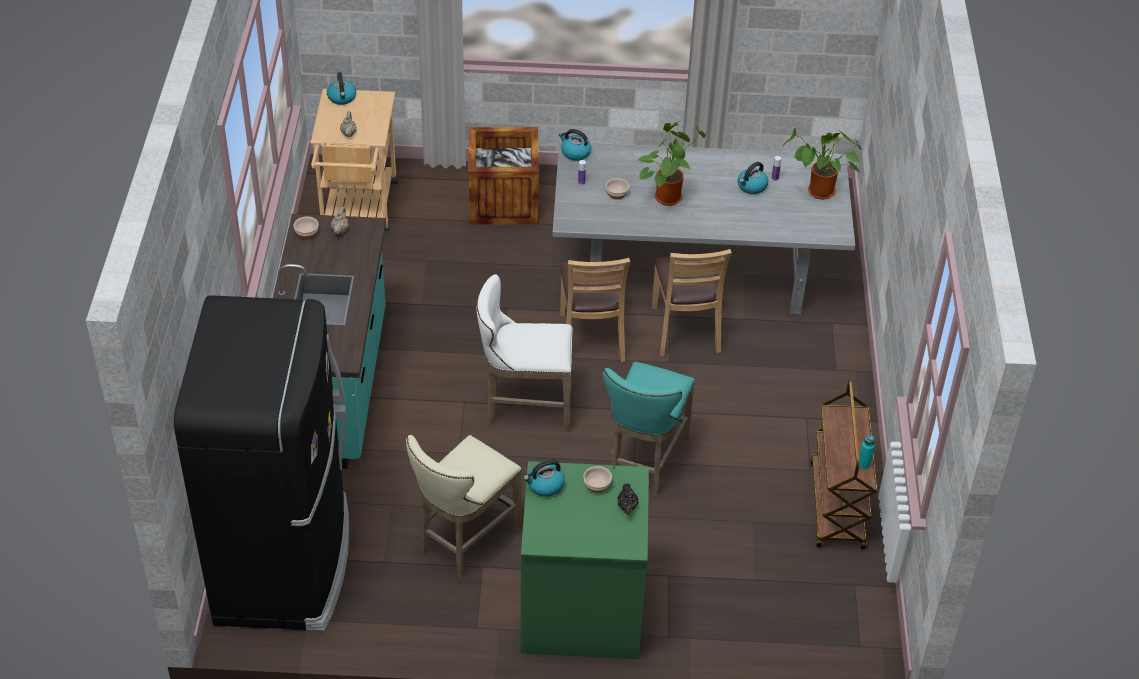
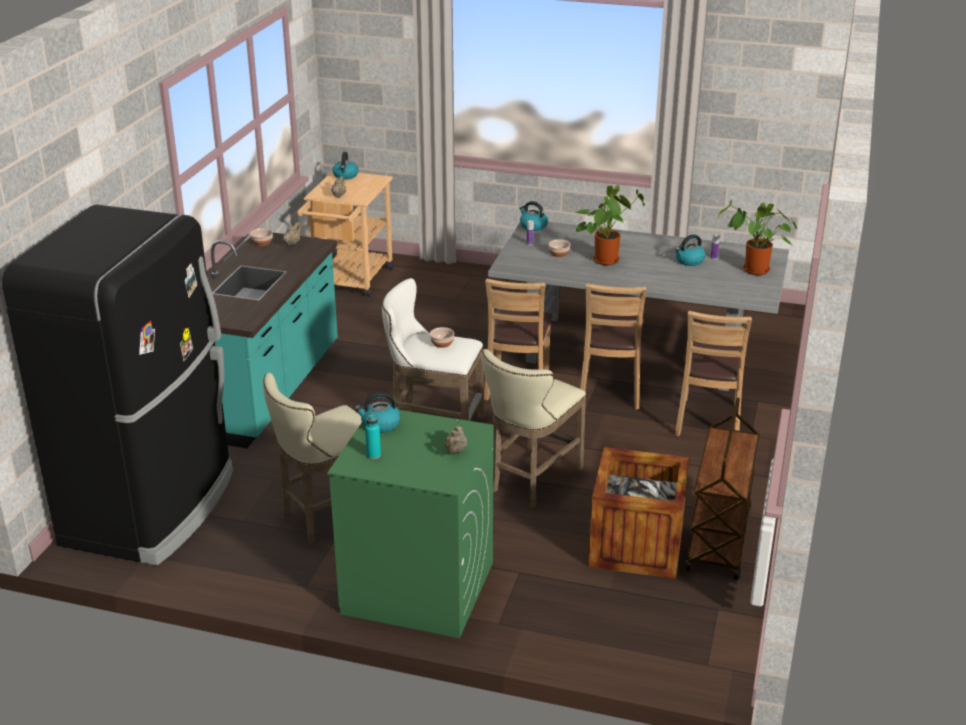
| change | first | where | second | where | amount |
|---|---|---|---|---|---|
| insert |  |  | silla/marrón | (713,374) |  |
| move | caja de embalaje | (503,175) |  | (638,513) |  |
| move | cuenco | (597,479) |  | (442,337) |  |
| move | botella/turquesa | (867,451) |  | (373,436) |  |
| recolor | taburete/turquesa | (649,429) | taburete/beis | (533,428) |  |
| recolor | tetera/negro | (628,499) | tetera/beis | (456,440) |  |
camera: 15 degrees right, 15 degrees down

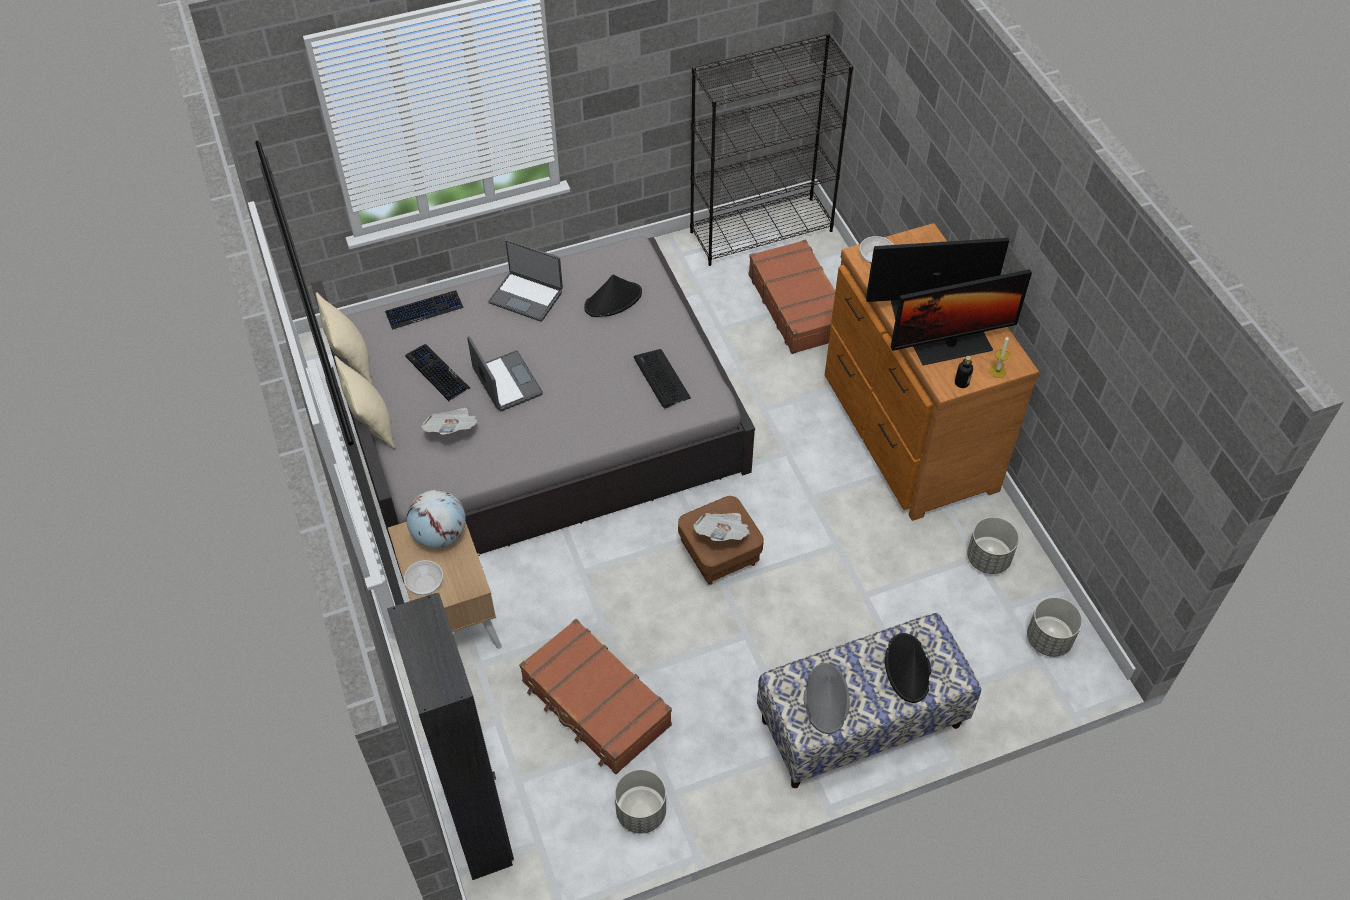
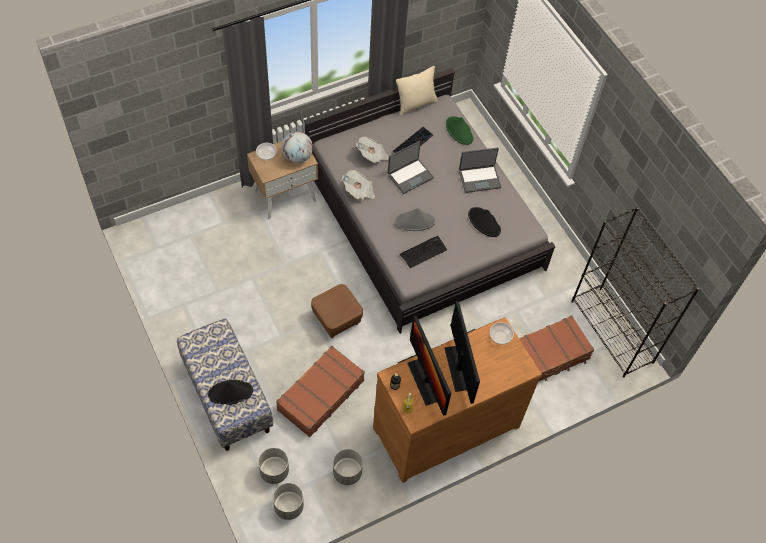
| change | first | where | second | where | amount |
|---|---|---|---|---|---|
| delete | cojín/beis | (364,402) |  |  |  |
| delete | armario ropero/negro | (450,736) |  |  |  |
| move | maleta/marrón | (595,696) |  | (320,391) |  |
| move | maceta/gris | (640,801) |  | (273,466) |  |
| move | periódico | (721,527) |  | (358,185) |  |
| move | sombrero/gris | (827,698) |  | (415,219) |  |
| replace | teclado | (424,310) | sombrero/verde | (460,130) |  |
| rotate | portátil | (525,280) |  | (480,170) | 120 degrees counterclockwise |
camera: 80 degrees right, 5 degrees up

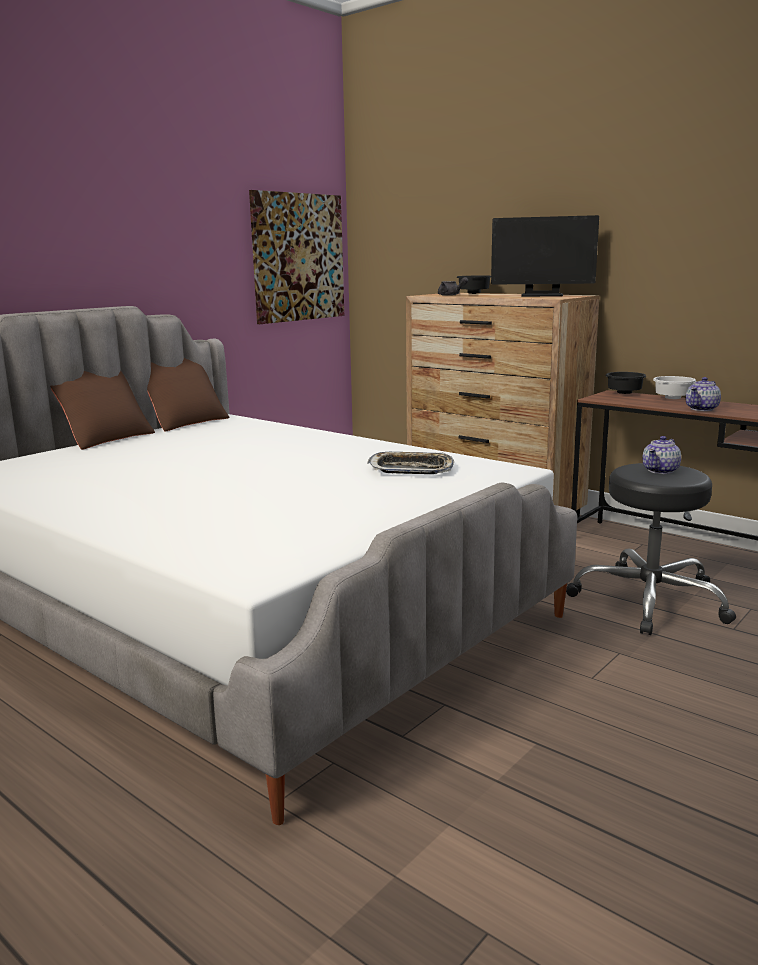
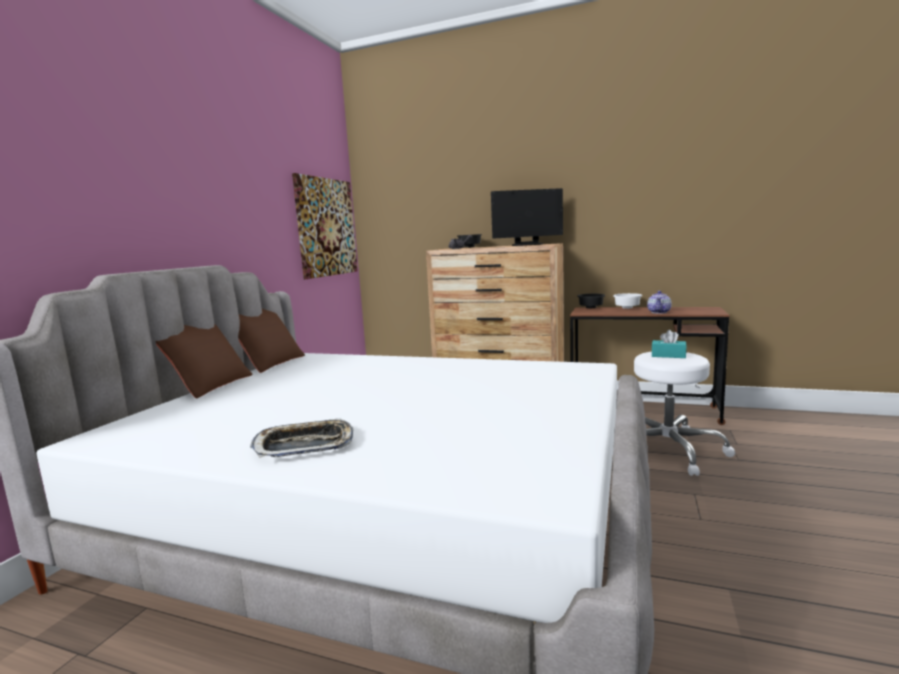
| change | first | where | second | where | amount |
|---|---|---|---|---|---|
| move | bandeja | (410,463) |  | (301,438) |  |
| replace | tetera | (661,455) | caja de pañuelos/turquesa | (669,344) |  |
| recolor | taburete/negro | (651,549) | taburete/blanco | (674,414) |  |
camera: 20 degrees left, 5 degrees down

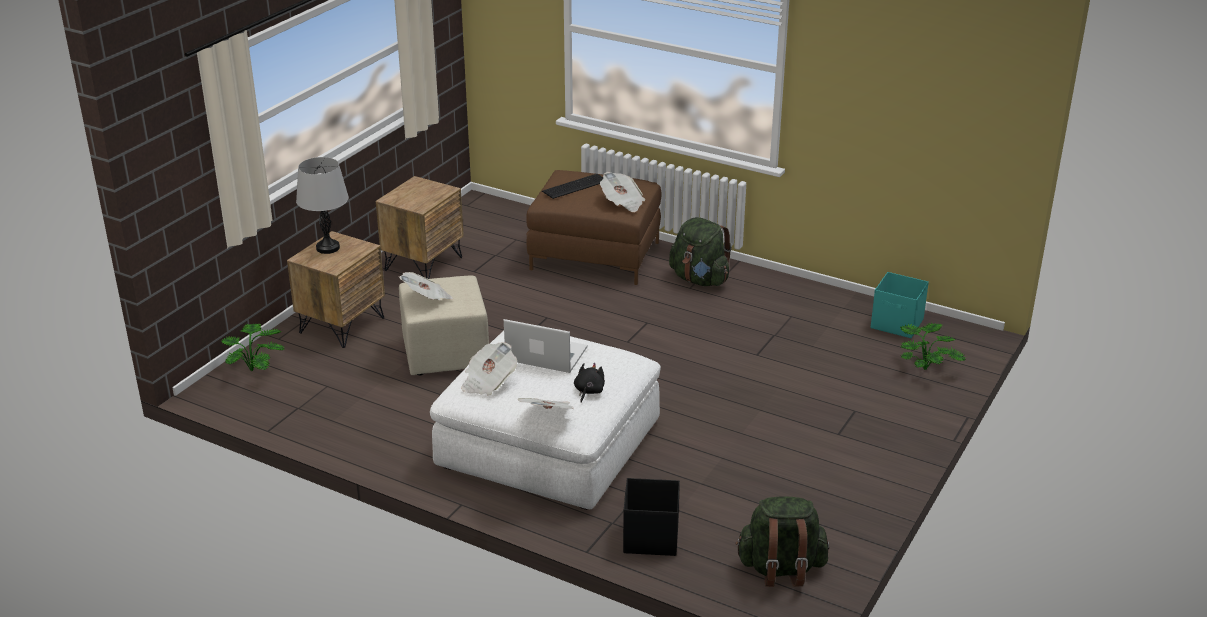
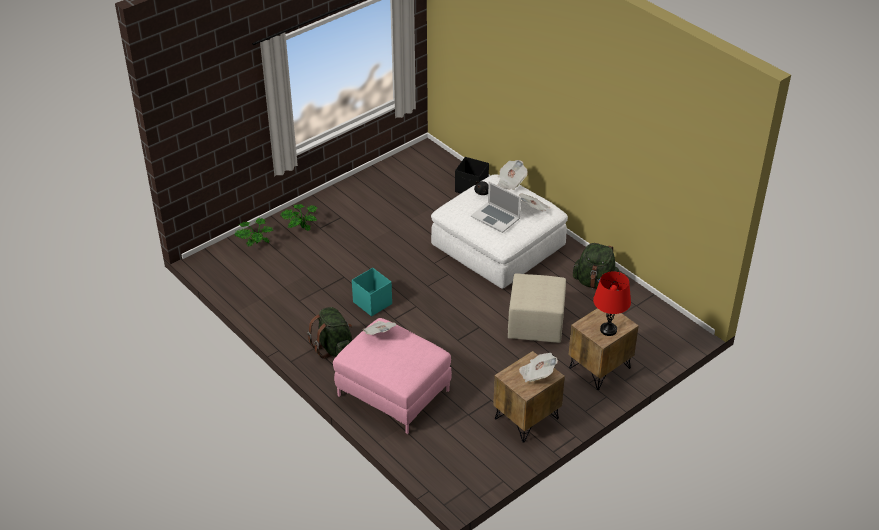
| change | first | where | second | where | amount |
|---|---|---|---|---|---|
| delete | teclado | (572,186) |  |  |  |
| move | planta en maceta | (253,347) |  | (298,217) |  |
| move | periódico | (426,286) |  | (538,367) |  |
| move | mochila/verde | (782,541) |  | (596,266) |  |
| move | caja de almacenaje/turquesa | (900,305) |  | (372,292) |  |
| recolor | lámpara de mesa/gris | (322,205) | lámpara de mesa/rojo | (612,303) |  |
| recolor | puf/marrón | (593,227) | puf/rosa | (392,376) |  |
camera: 160 degrees left, 10 degrees up

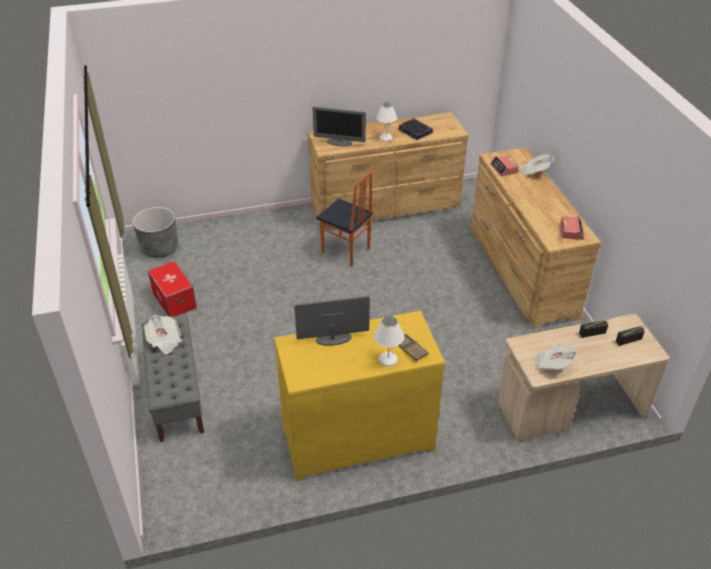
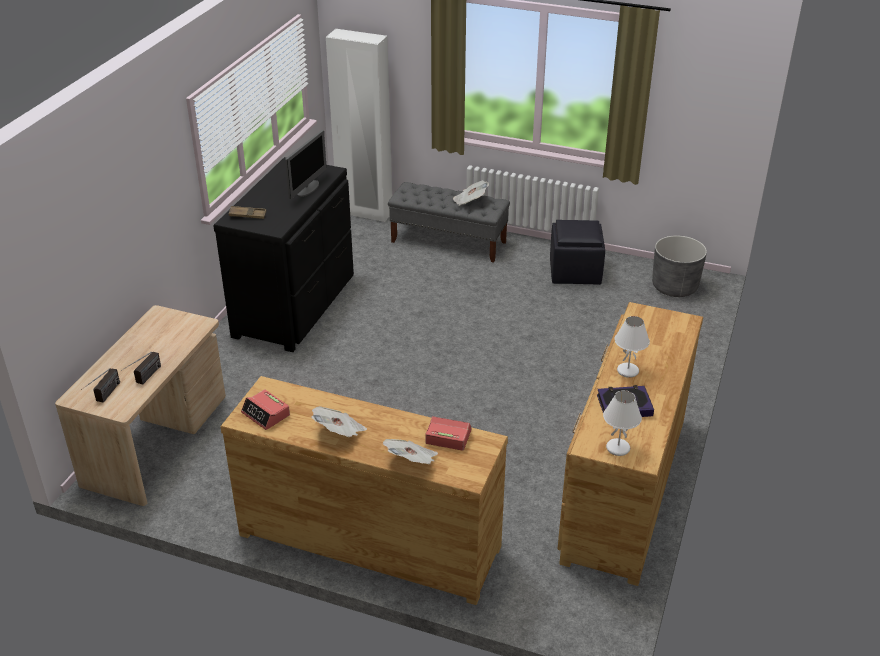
| change | first | where | second | where | amount |
|---|---|---|---|---|---|
| delete | monitor | (339,126) |  |  |  |
| delete | silla | (344,219) |  |  |  |
| insert |  |  | armario ropero/blanco | (359,125) |  |
| move | lámpara de mesa/blanco | (389,341) |  | (622,423) |  |
| move | periódico | (555,357) |  | (339,421) |  |
| replace | caja de almacenaje | (172,289) | puf/negro | (577,252) |  |
| recolor | cómoda/amarillo | (359,396) | cómoda/negro | (283,254) |  |
camera: 125 degrees right, 5 degrees down

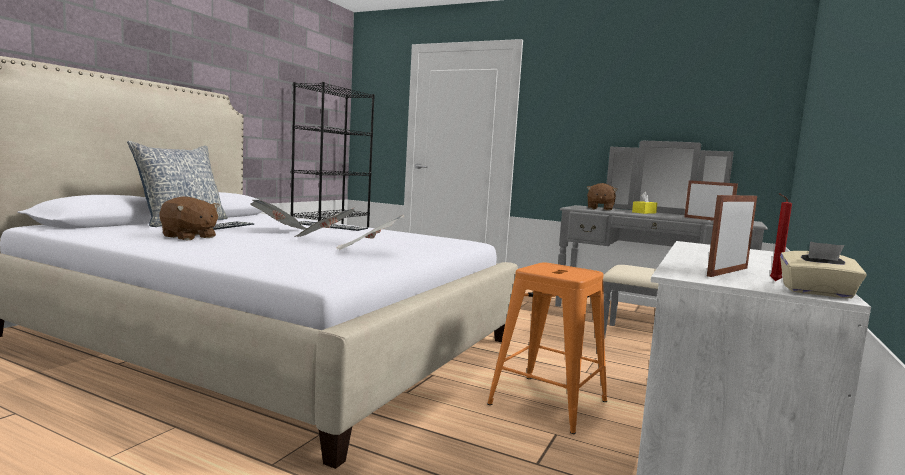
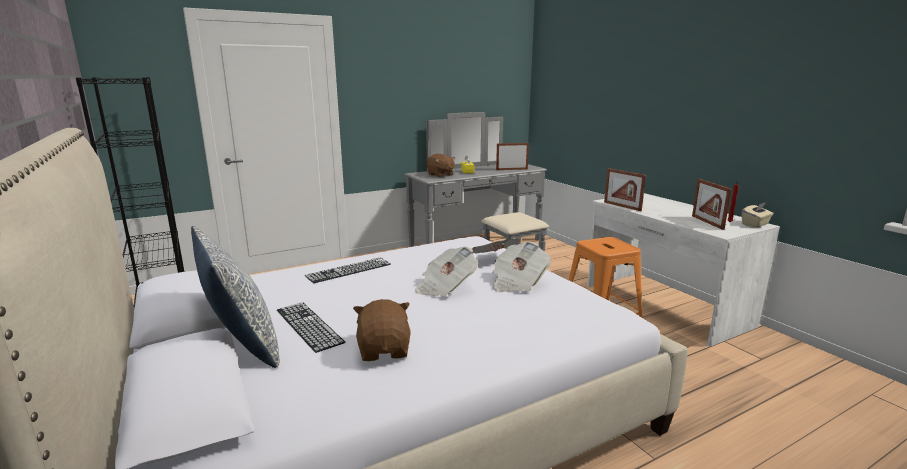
| change | first | where | second | where | amount |
|---|---|---|---|---|---|
| insert |  |  | portarretratos | (625,189) |  |
| move | periódico | (278,215) |  | (496,246) |  |
| rotate | peluche/marrón | (189,218) |  | (382,330) | 75 degrees counterclockwise |
camera: 55 degrees left, 10 degrees up

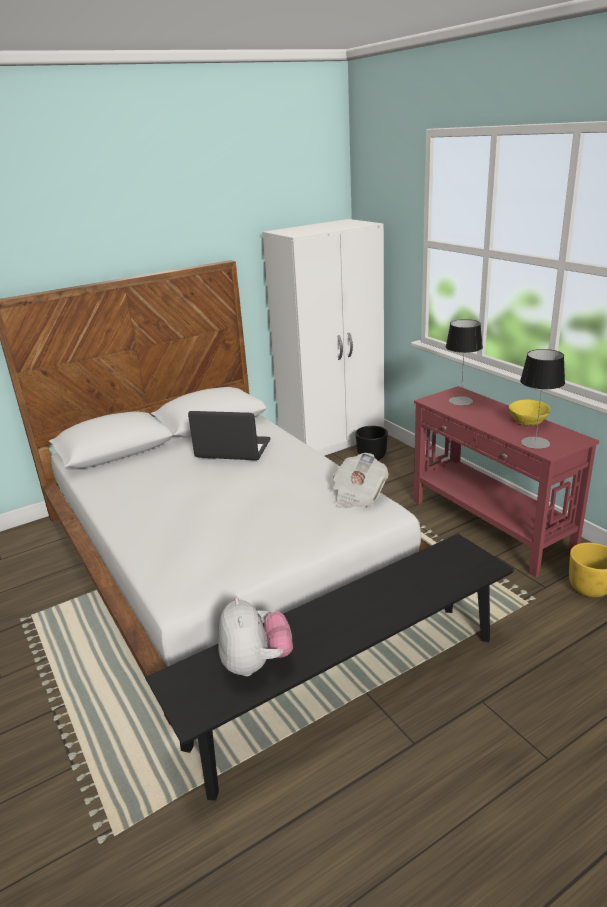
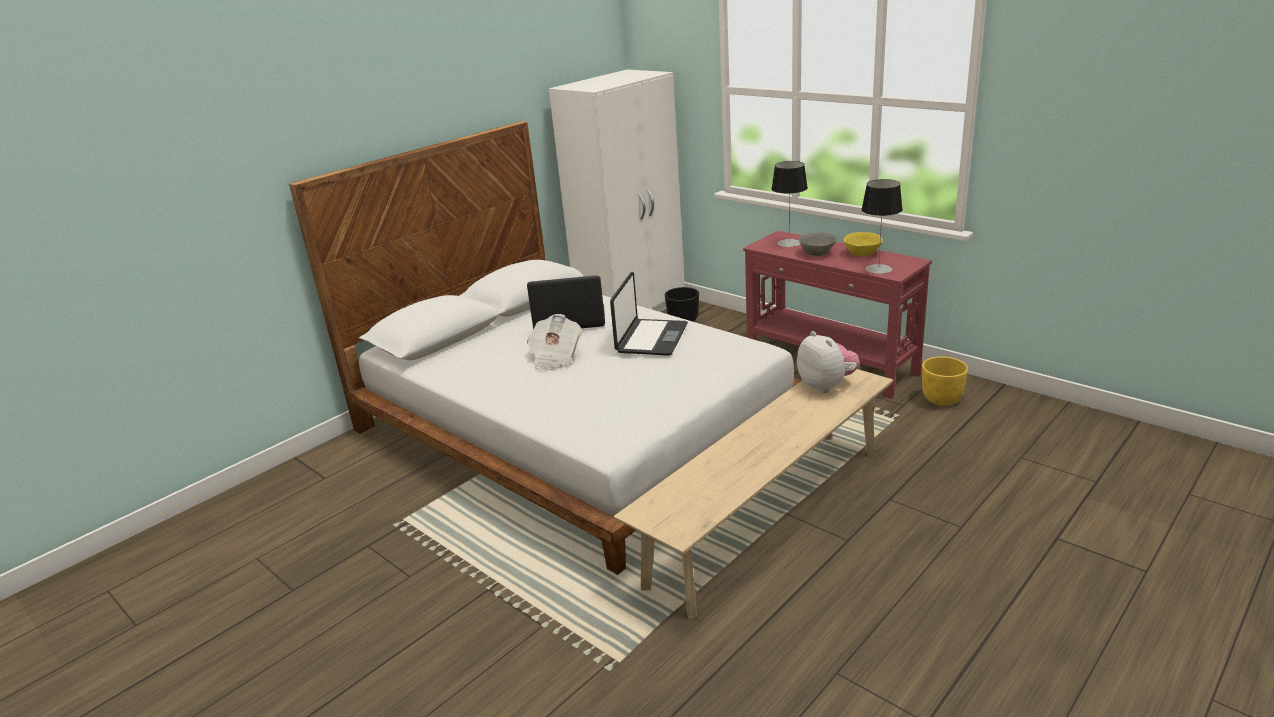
| change | first | where | second | where | amount |
|---|---|---|---|---|---|
| insert |  |  | portátil | (649,314) |  |
| insert |  |  | cuenco/gris | (817,244) |  |
| move | peluche | (255,636) |  | (828,362) |  |
| move | periódico | (360,480) |  | (554,342) |  |
| recolor | banco/negro | (329,667) | banco/beis | (753,494) |  |
camera: 15 degrees left, 0 degrees up

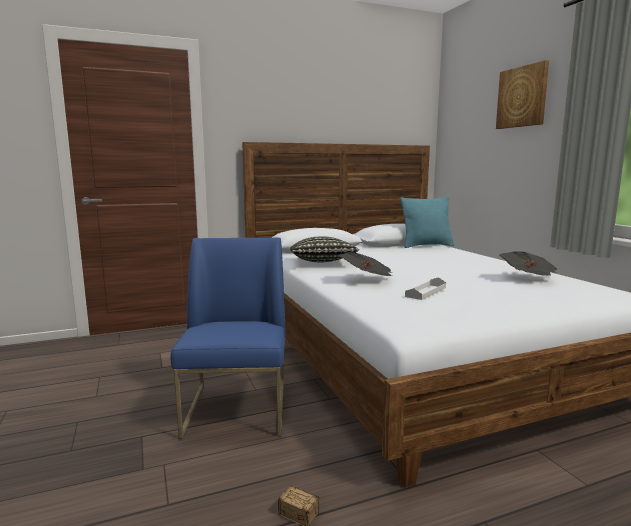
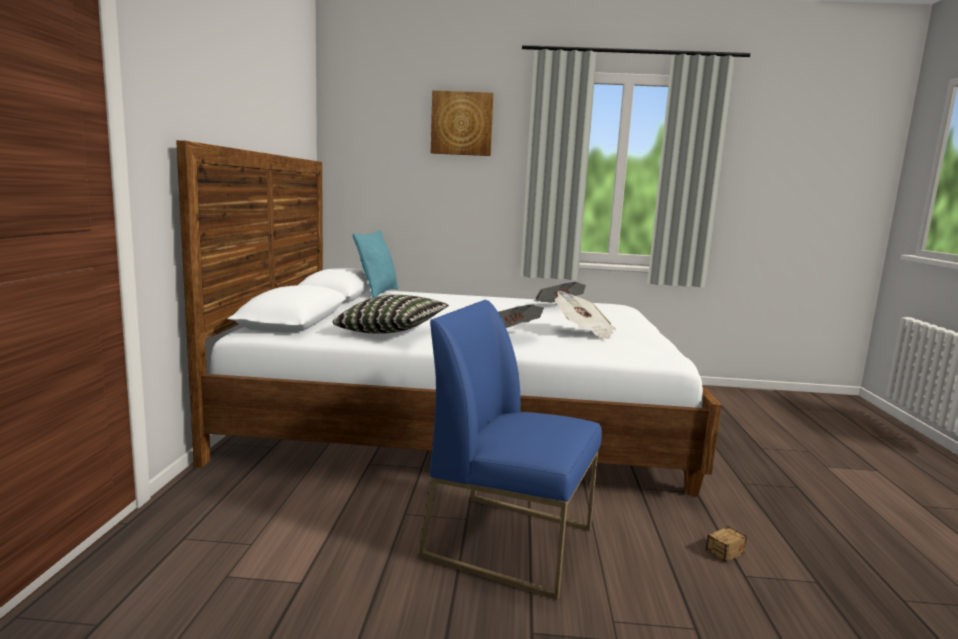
| change | first | where | second | where | amount |
|---|---|---|---|---|---|
| replace | bandeja/blanco | (425,288) | periódico | (585,315) |  |
camera: 65 degrees left, 0 degrees up

